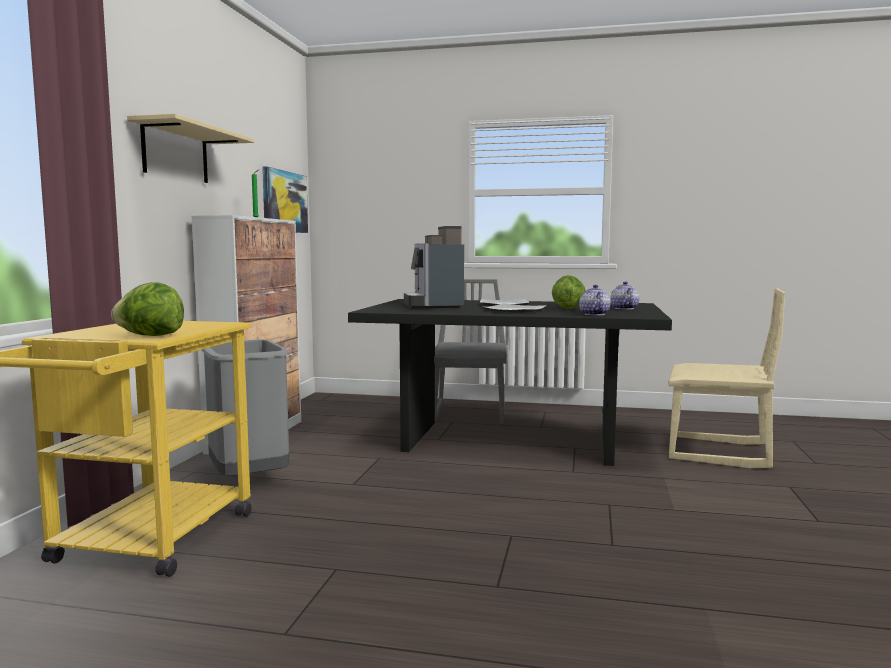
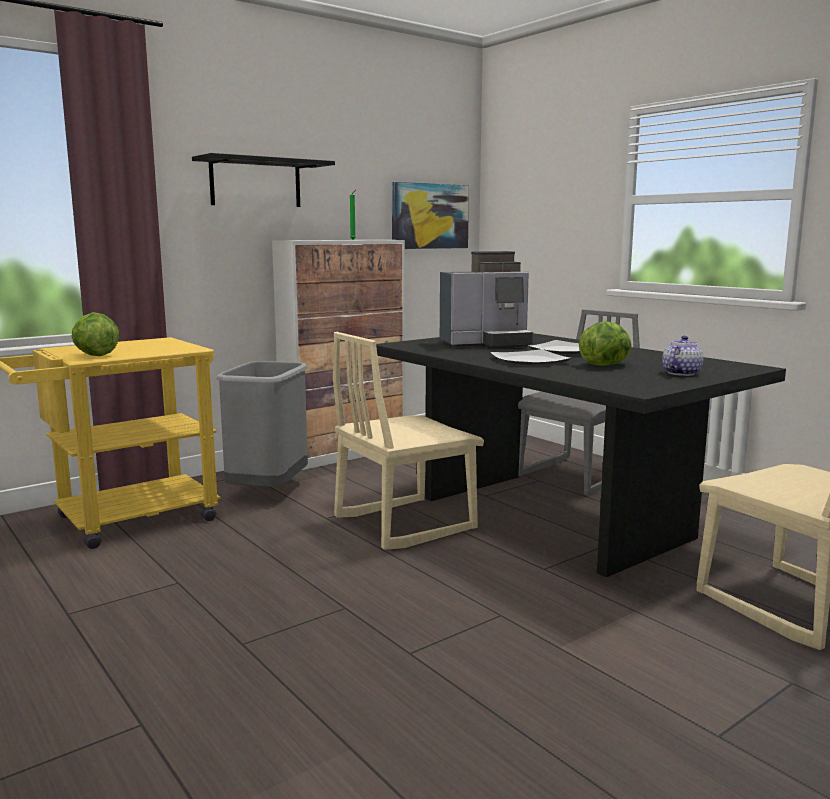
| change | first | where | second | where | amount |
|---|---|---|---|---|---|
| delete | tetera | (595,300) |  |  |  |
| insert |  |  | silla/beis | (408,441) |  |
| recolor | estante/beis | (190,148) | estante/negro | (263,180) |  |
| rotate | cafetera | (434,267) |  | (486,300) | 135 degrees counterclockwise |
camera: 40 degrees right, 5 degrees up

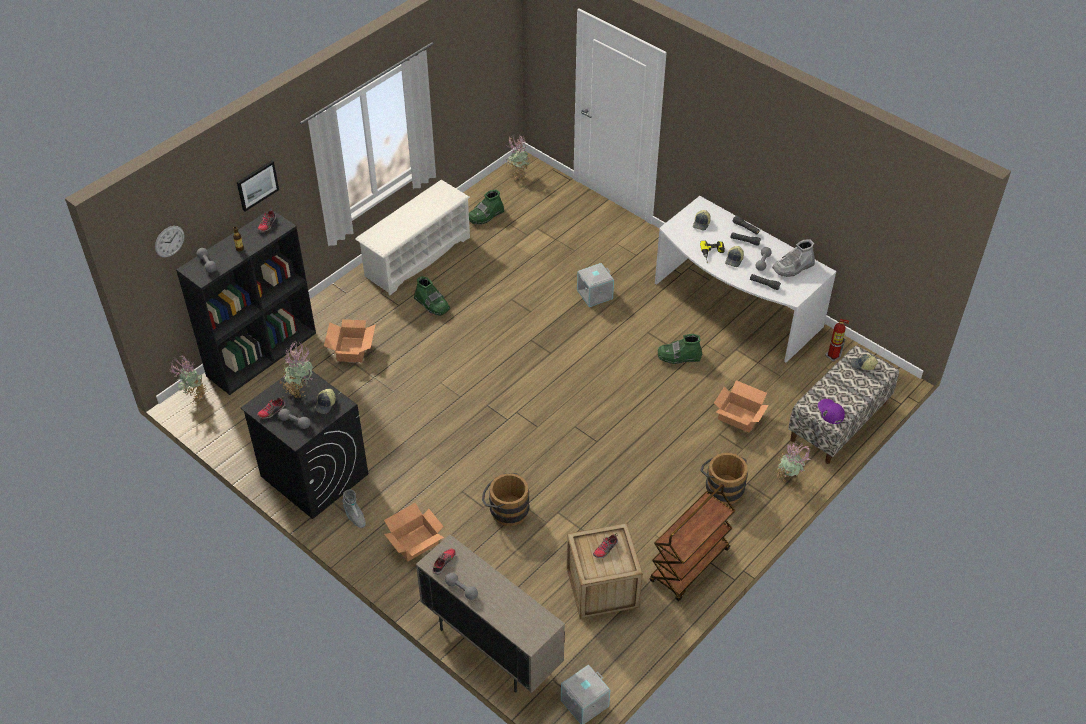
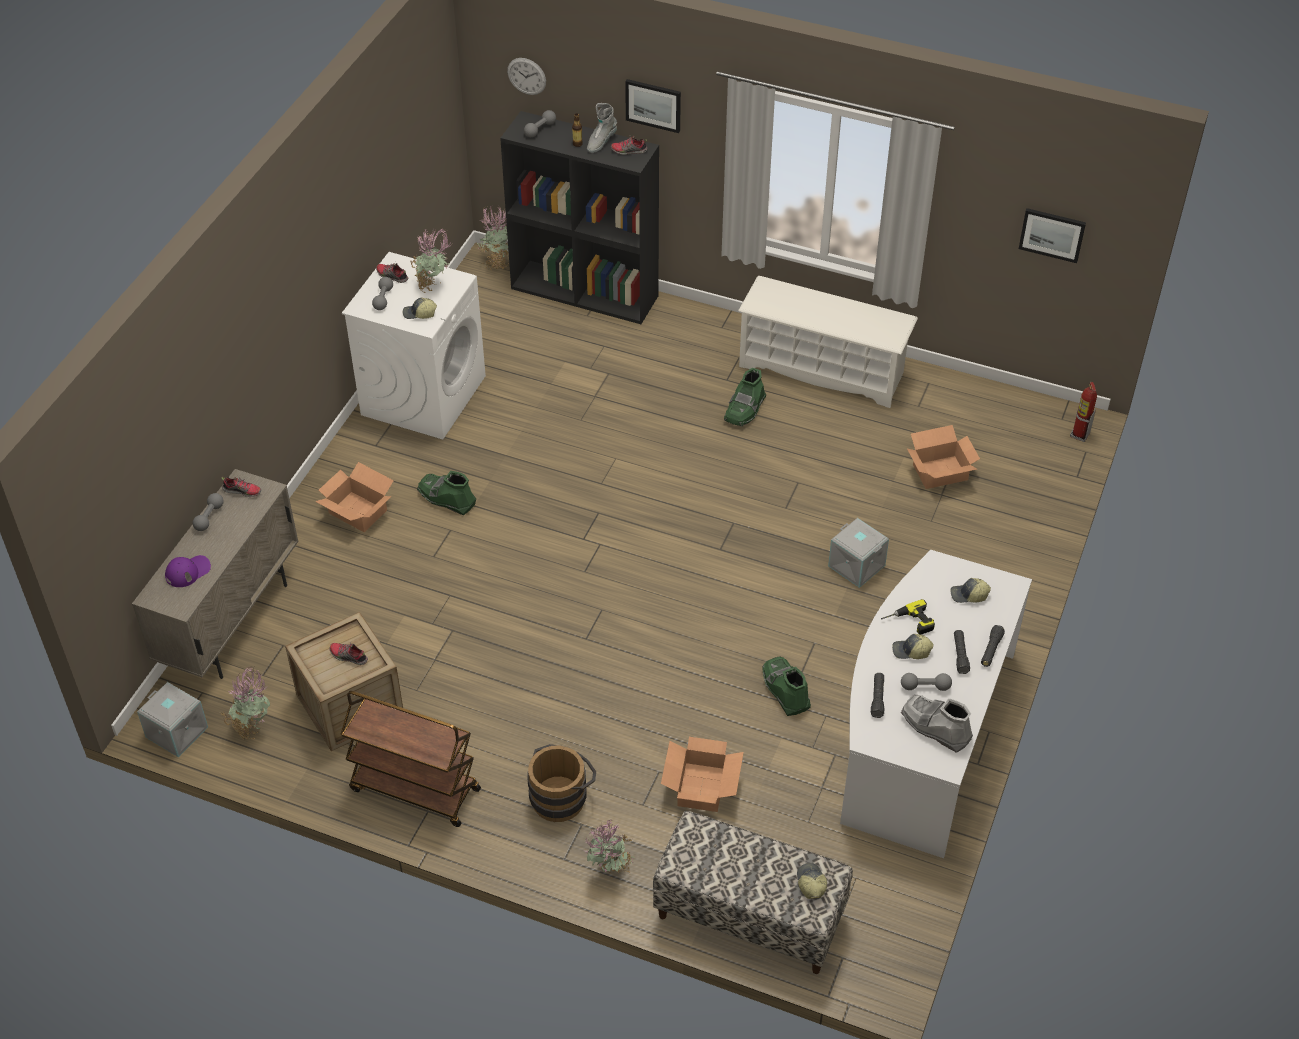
| change | first | where | second | where | amount |
|---|---|---|---|---|---|
| delete | cubo/marrón | (505,499) |  |  |  |
| insert |  |  | cuadro | (1052,235) |  |
| move | caja de cartón | (350,341) |  | (943,457) |  |
| move | bota/gris | (354,508) |  | (602,128) |  |
| move | bota/verde | (486,207) |  | (446,493) |  |
| move | planta en maceta | (517,158) |  | (245,703) |  |
| move | gorra/morado | (831,411) |  | (188,571) |  |
| move | extintor | (837,340) |  | (1083,412) |  |
| recolor | lavadora/negro | (304,444) | lavadora/blanco | (414,345) |  |
camera: 70 degrees right, 0 degrees up

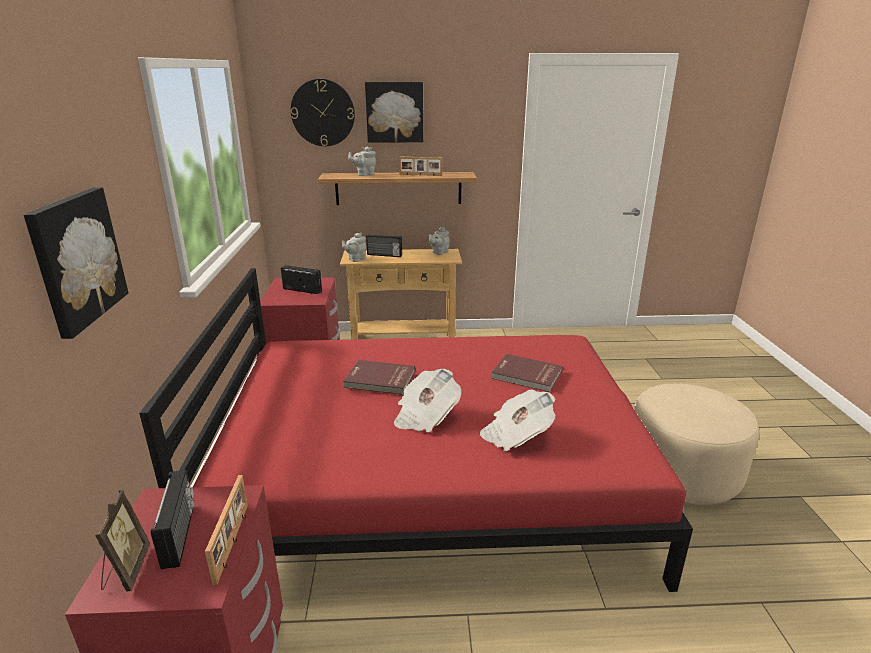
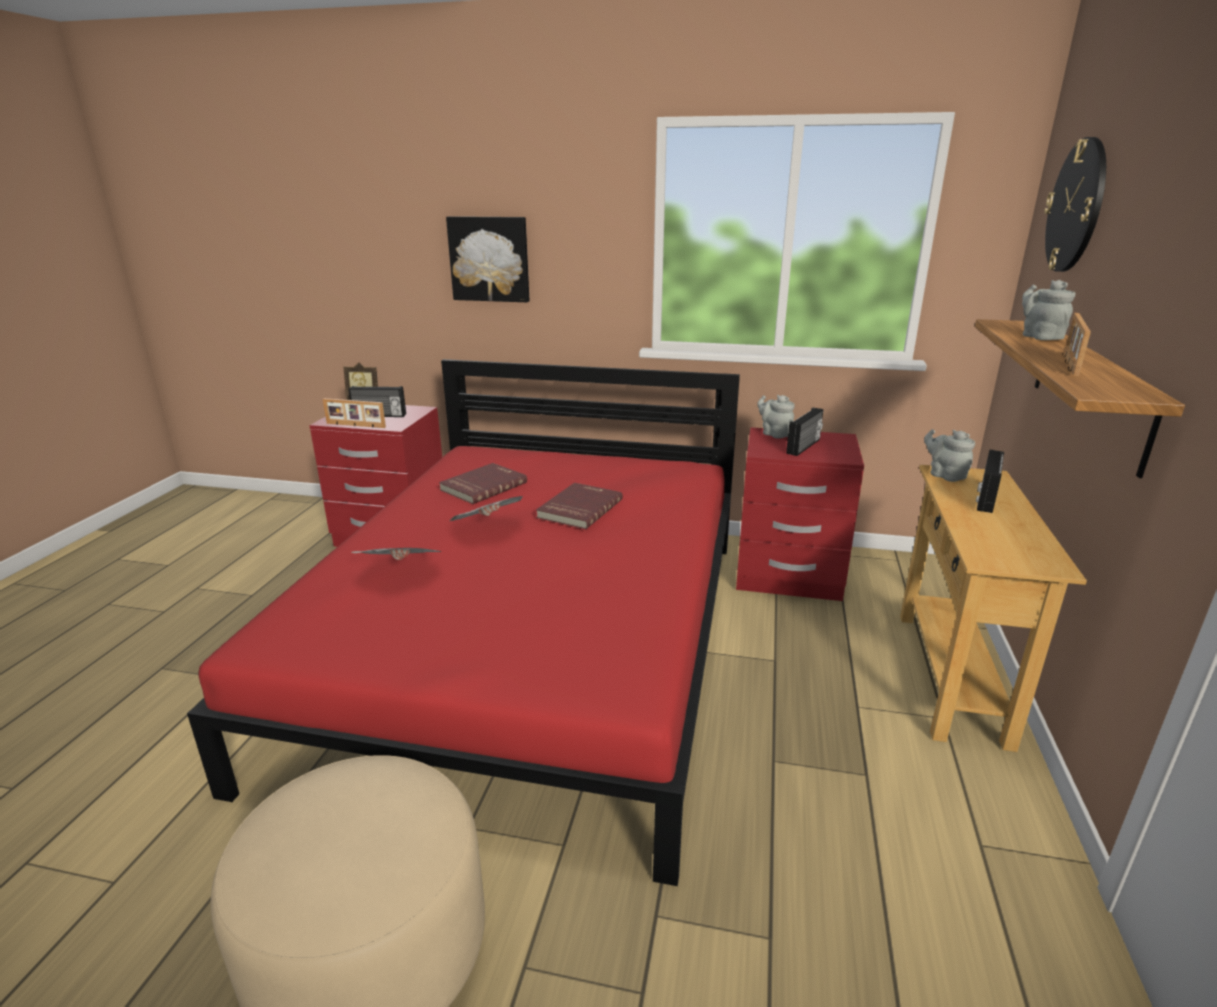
| change | first | where | second | where | amount |
|---|---|---|---|---|---|
| delete | cuadro | (394,112) |  |  |  |
| move | tetera/gris | (439,241) |  | (776,417) |  |
| move | libro/rojo | (527,373) |  | (483,483) |  |
camera: 105 degrees right, 0 degrees up

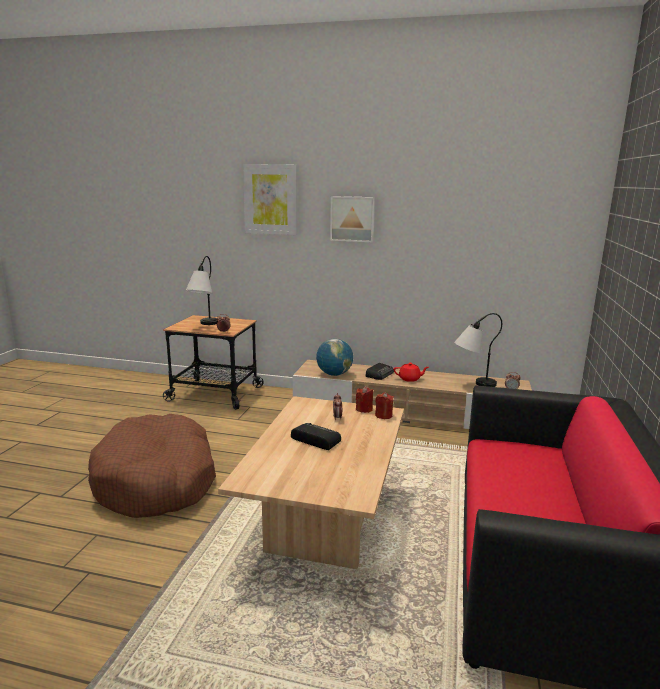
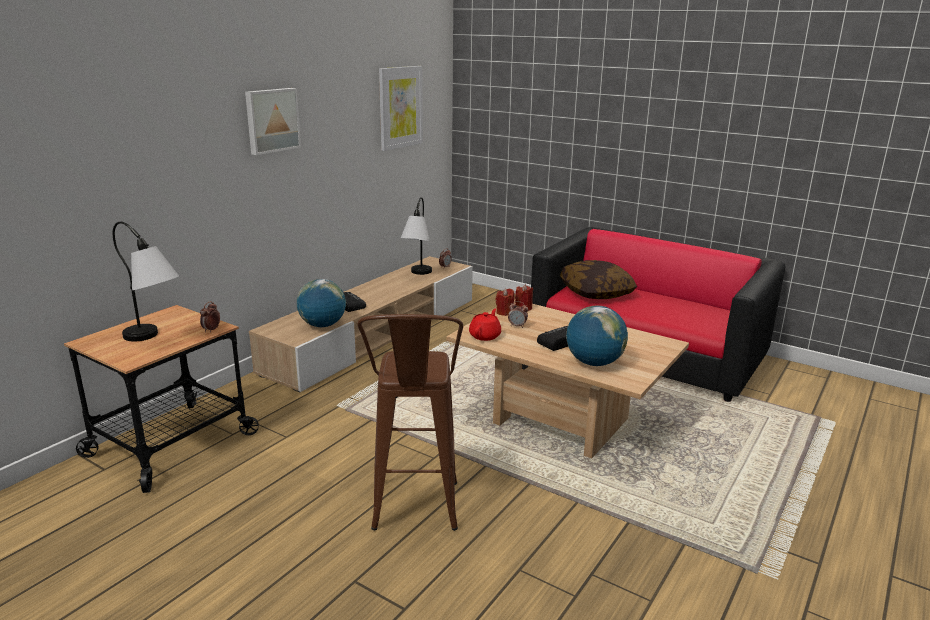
| change | first | where | second | where | amount |
|---|---|---|---|---|---|
| insert |  |  | cojín | (598,279) |  |
| insert |  |  | globo terráqueo | (597,336) |  |
| move | cuadro | (270,199) |  | (401,108) |  |
| move | tetera/rojo | (411,372) |  | (485,325) |  |
| replace | cama para perro/marrón | (152,466) | taburete/marrón | (410,422) |  |
camera: 70 degrees left, 5 degrees up

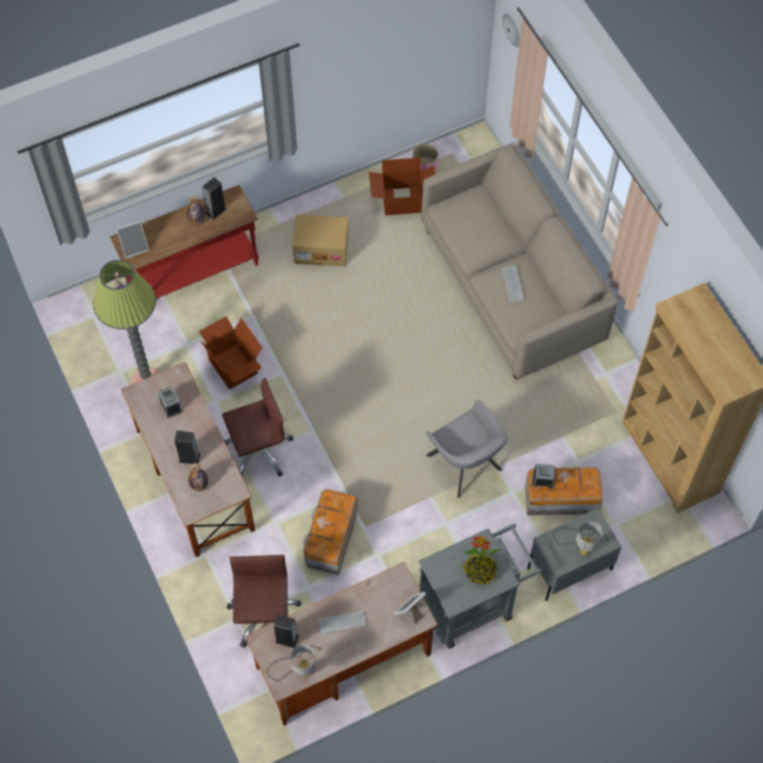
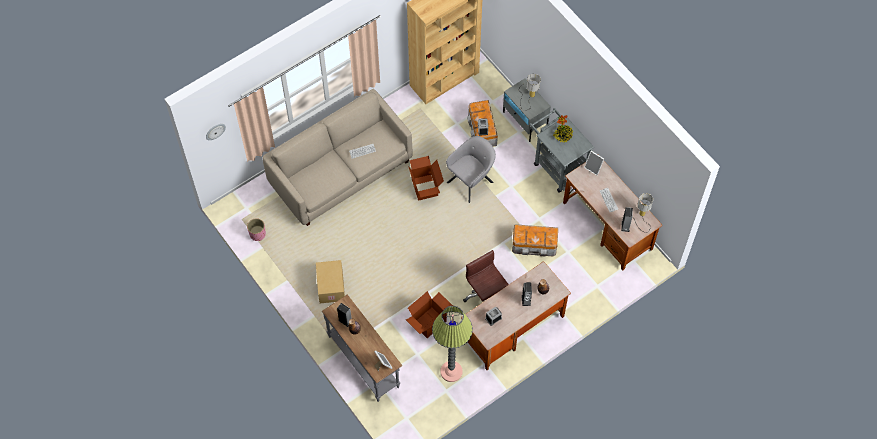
| change | first | where | second | where | amount |
|---|---|---|---|---|---|
| delete | silla de oficina/marrón | (264,601) |  |  |  |
| move | caja de cartón | (402,186) |  | (426,178) |  |
| recolor | mesa consola/rojo | (184,241) | mesa consola/gris | (362,348) |  |
camera: 100 degrees left, 0 degrees up

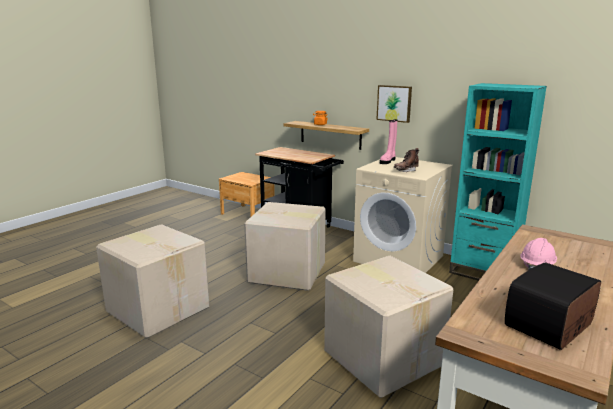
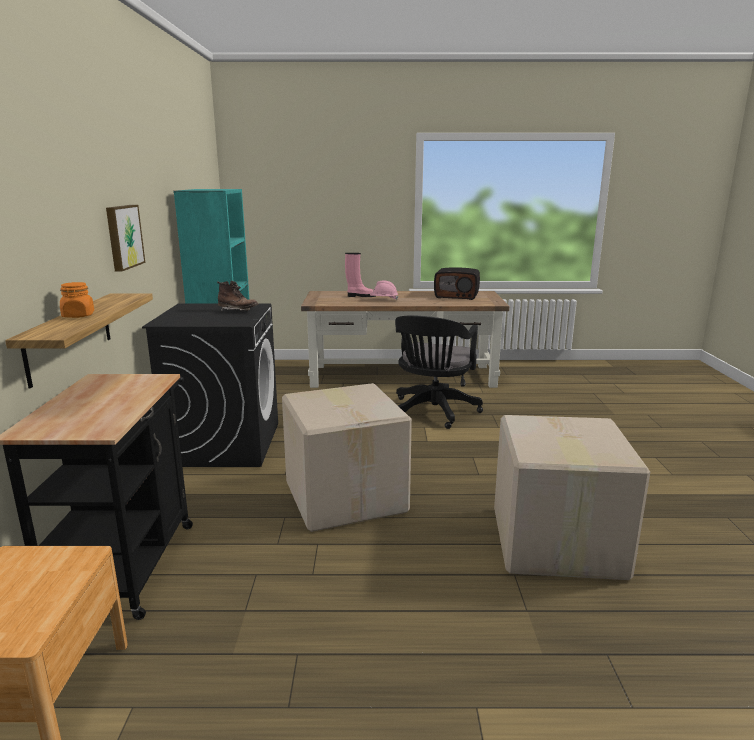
| change | first | where | second | where | amount |
|---|---|---|---|---|---|
| move | bota/rosa | (388,141) |  | (360,275) |  |
| replace | caja de cartón | (388,327) | silla de oficina/negro | (439,372) |  |
| recolor | lavadora/beis | (403,215) | lavadora/negro | (210,385) |  |
camera: 125 degrees left, 0 degrees up

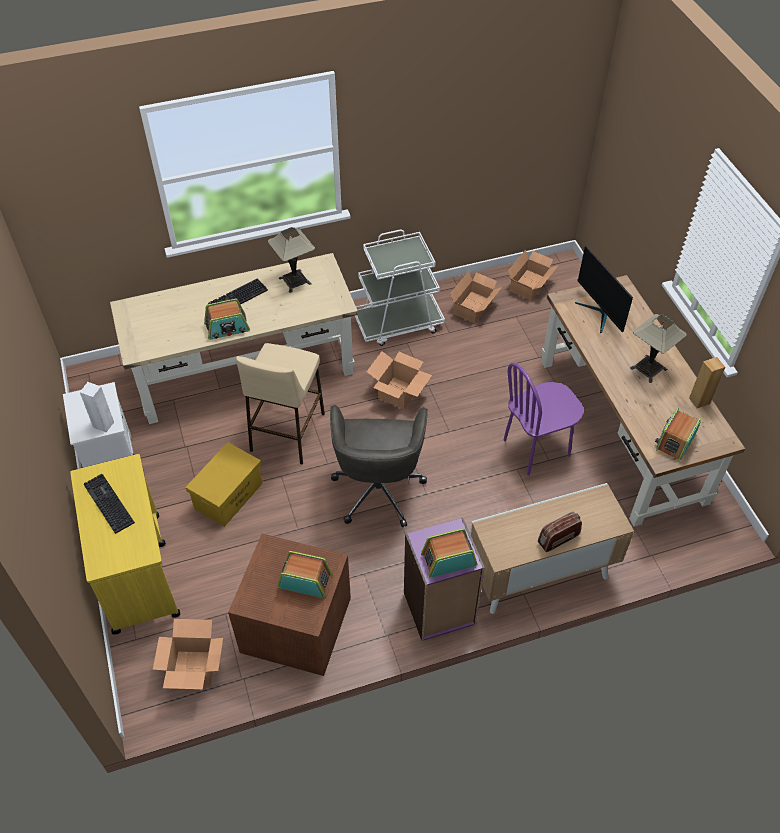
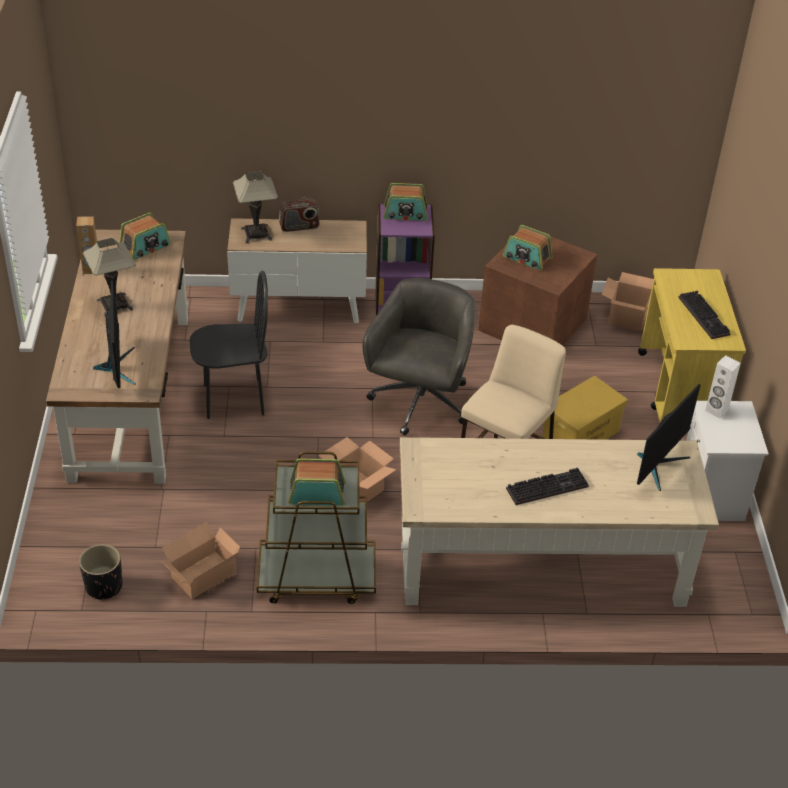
| change | first | where | second | where | amount |
|---|---|---|---|---|---|
| insert |  |  | monitor | (669,437) |  |
| move | radio | (227,319) |  | (317,482) |  |
| move | lámpara de mesa | (291,260) |  | (255,207) |  |
| replace | caja de cartón | (533,274) | maceta/negro | (101,572) |  |
| recolor | carrito/blanco | (400,288) | carrito/marrón | (316,528) |  |
| recolor | silla/morado | (544,419) | silla/negro | (229,345) |  |
camera: 165 degrees left, 10 degrees down

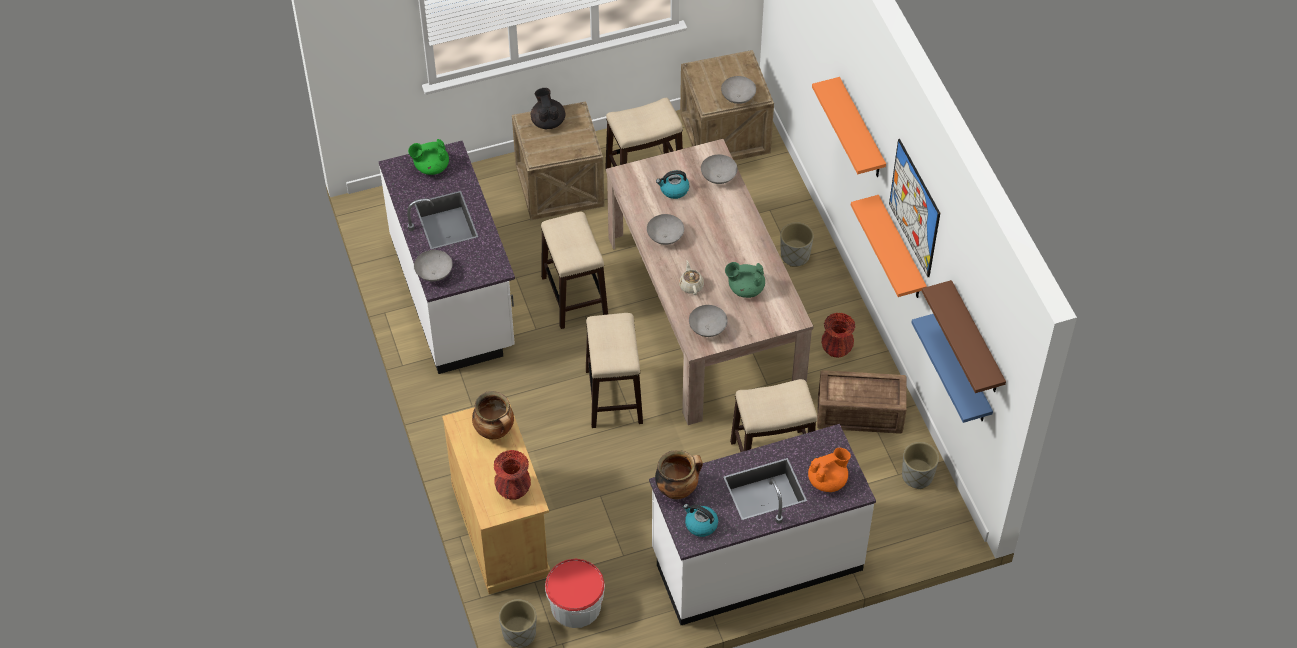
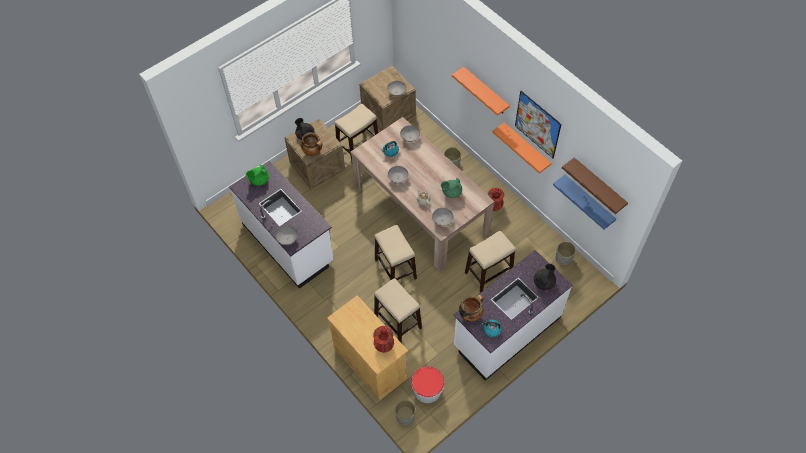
| change | first | where | second | where | amount |
|---|---|---|---|---|---|
| delete | caja de embalaje | (862,402) |  |  |  |
| move | olla | (493,415) |  | (312,144) |  |
| move | taburete | (574,270) |  | (398,310) |  |
| recolor | tetera/naranja | (829,470) | tetera/negro | (545,277) |  |
camera: 20 degrees left, 5 degrees up

